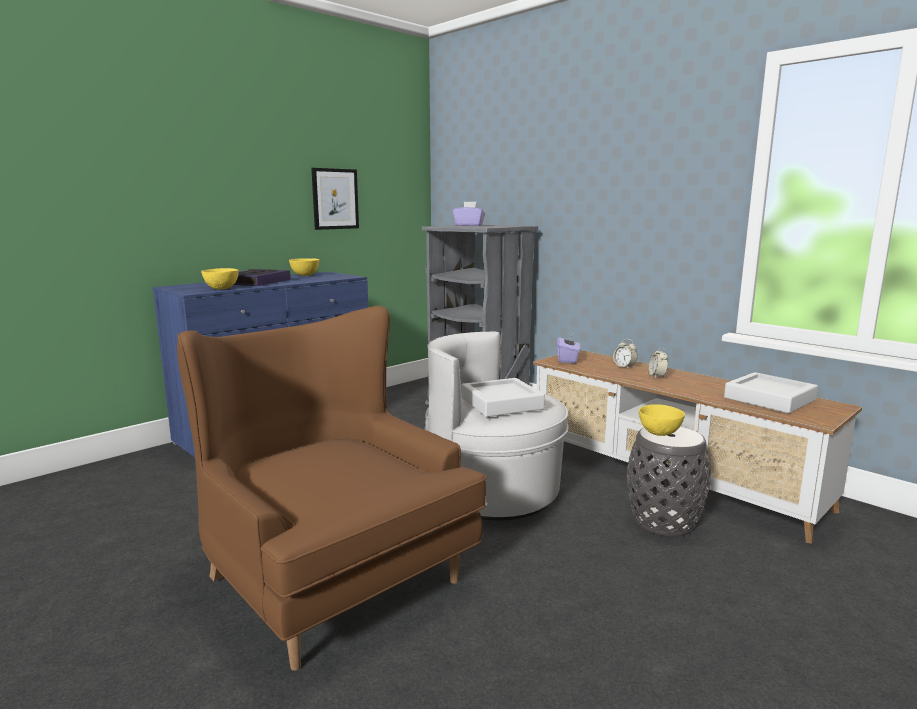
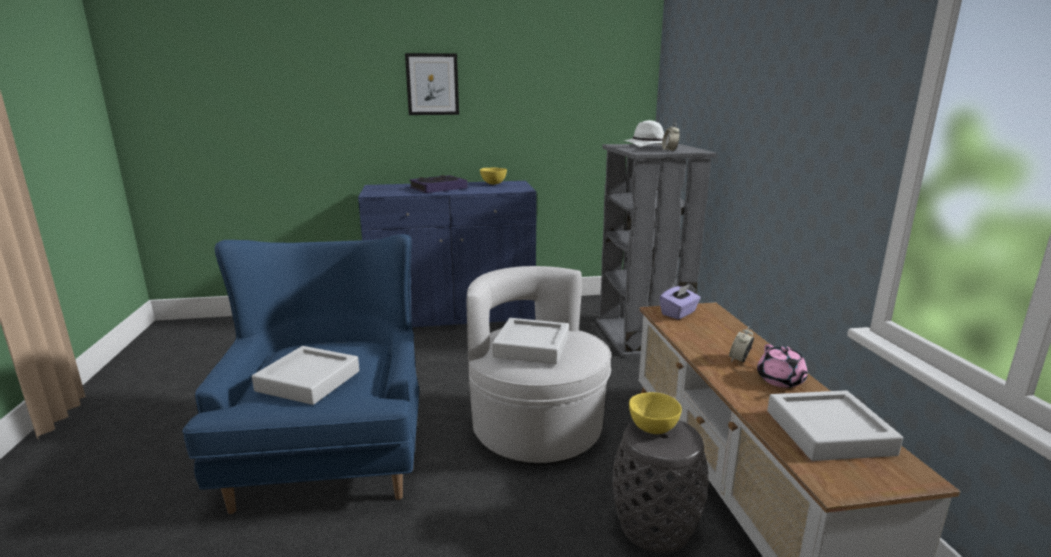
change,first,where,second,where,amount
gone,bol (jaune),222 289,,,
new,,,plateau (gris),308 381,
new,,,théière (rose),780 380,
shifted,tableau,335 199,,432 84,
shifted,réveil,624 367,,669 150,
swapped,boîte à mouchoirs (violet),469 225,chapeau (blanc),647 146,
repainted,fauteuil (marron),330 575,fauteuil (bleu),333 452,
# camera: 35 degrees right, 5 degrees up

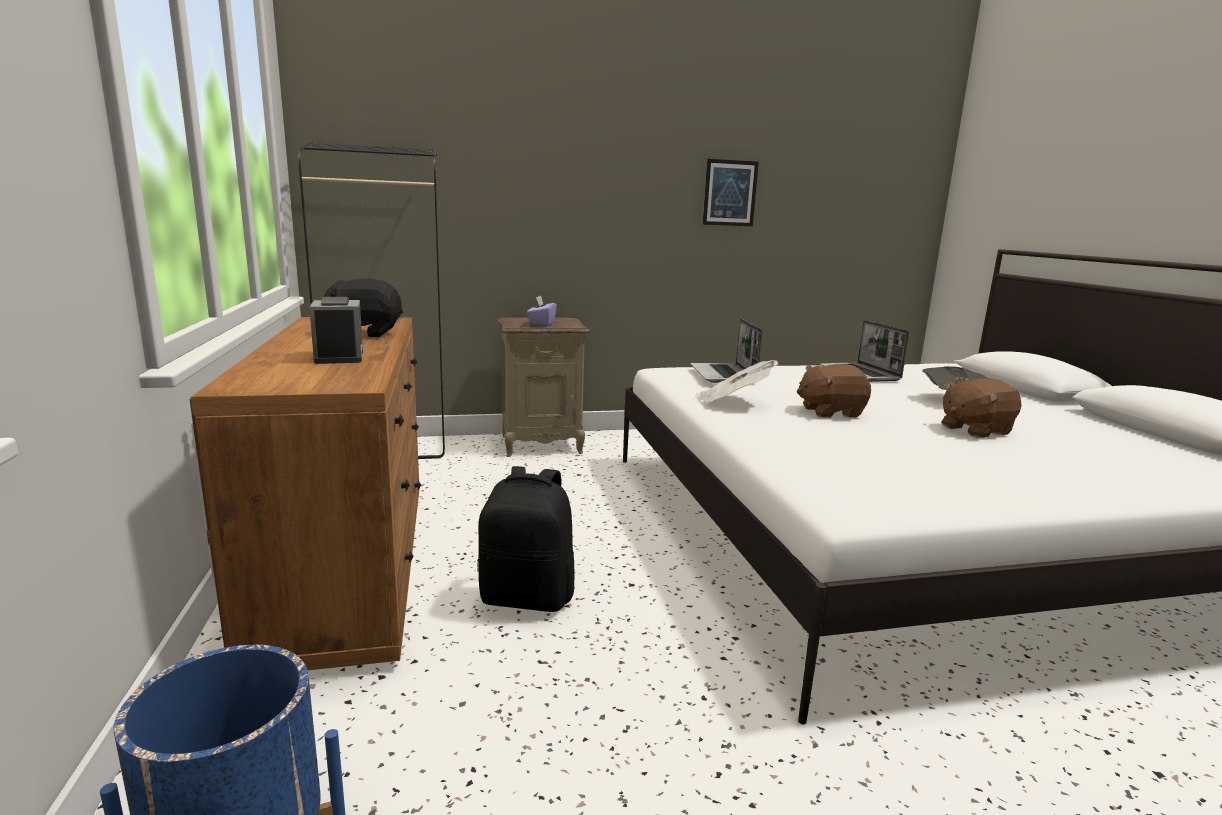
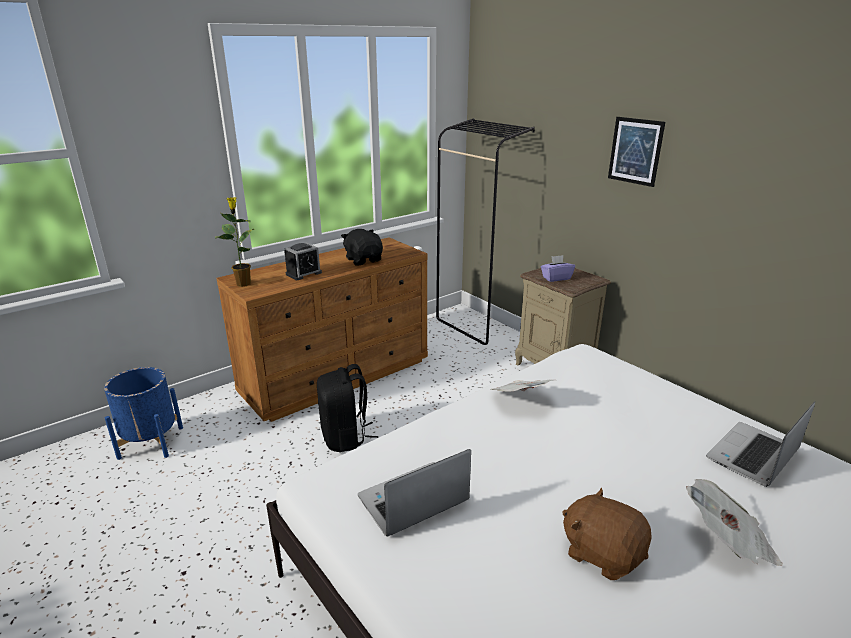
change,first,where,second,where,amount
gone,peluche (marron),830 412,,,
new,,,plante en pot,243 283,
shifted,ordinateur portable,723 375,,412 501,
shifted,tableau,730 193,,635 151,
# camera: 65 degrees right, 10 degrees up

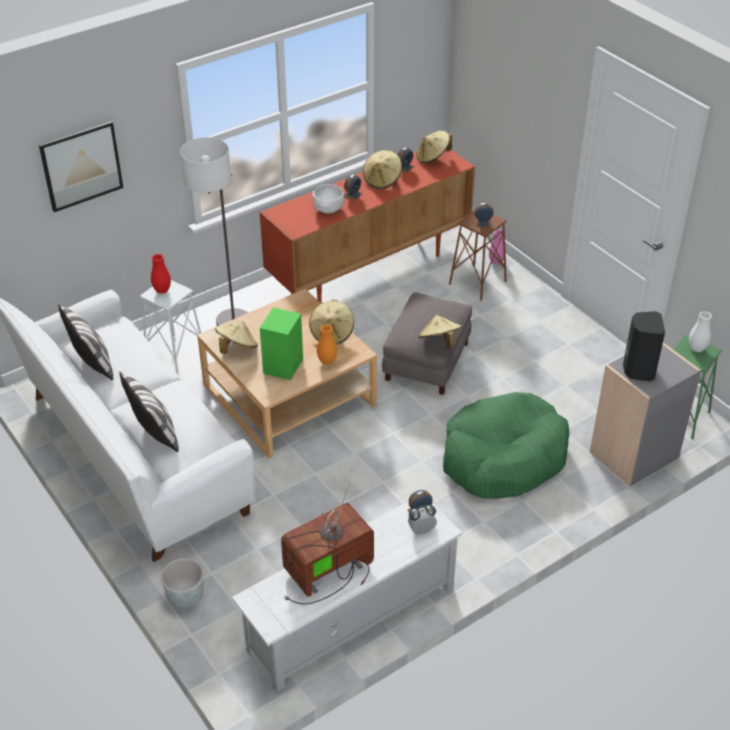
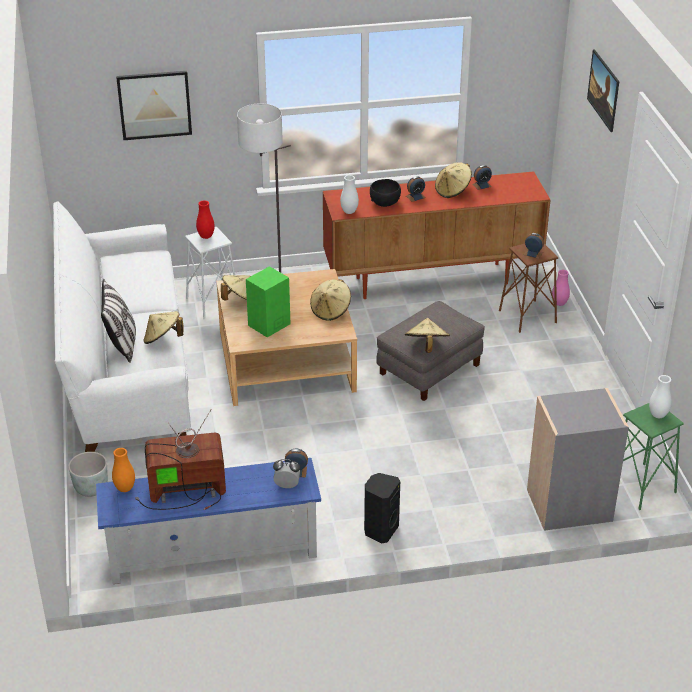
change,first,where,second,where,amount
gone,coussin,92 364,,,
gone,panier pour chien (vert),503 458,,,
new,,,vase (blanc),349 212,
new,,,tableau,602 102,
shifted,vase (orange),327 361,,125 488,
shifted,chapeau (beige),432 158,,163 339,
shifted,enceinte (noir),638 370,,380 530,
repainted,meuble télé (blanc),350 617,meuble télé (bleu),212 549,
repainted,bol (blanc),328 208,bol (noir),385 202,
# camera: 25 degrees right, 5 degrees down

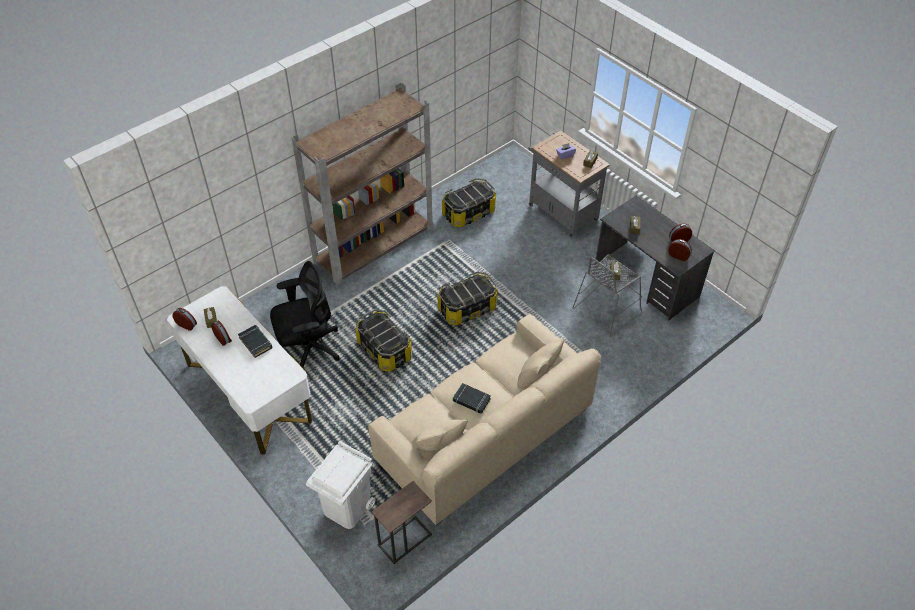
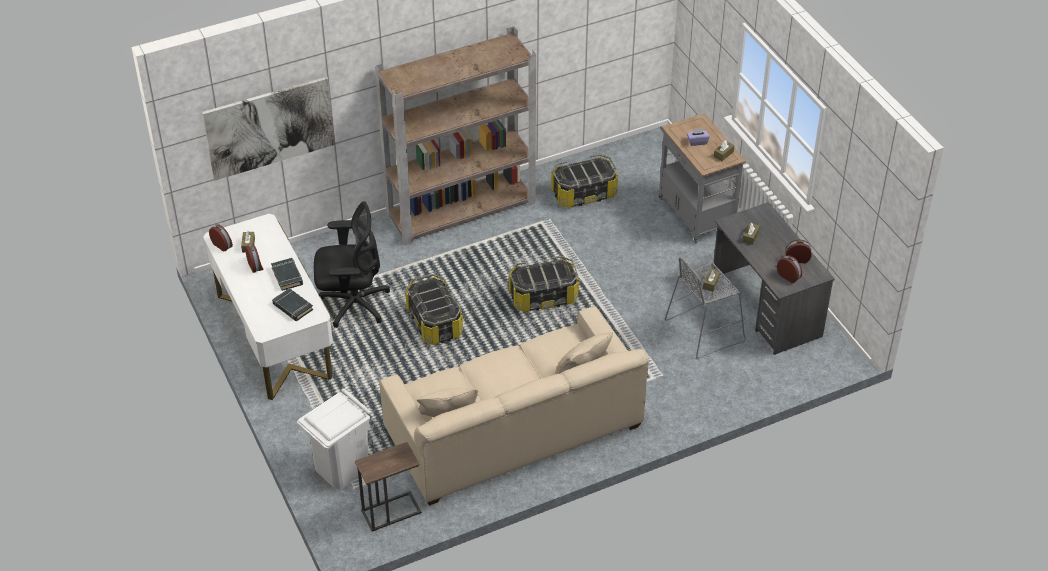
change,first,where,second,where,amount
new,,,tableau,269 127,
shifted,livre (noir),471 400,,292 307,
# camera: 15 degrees right, 5 degrees down

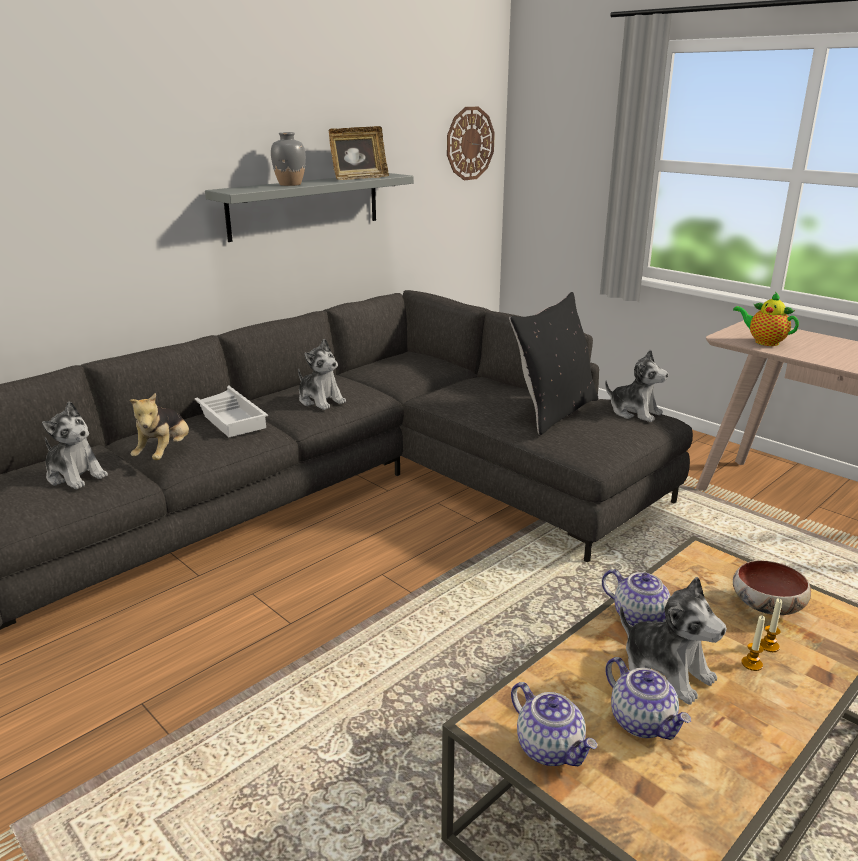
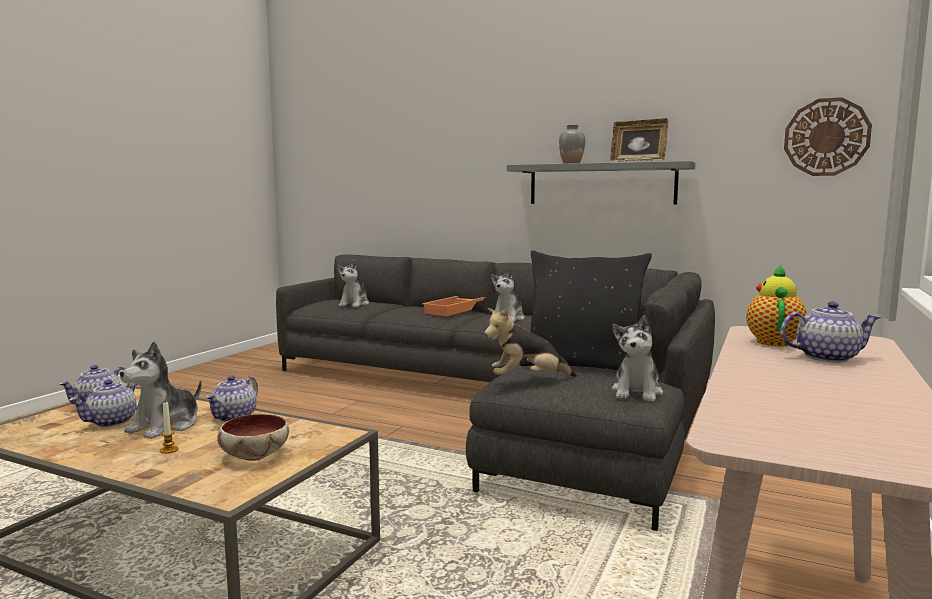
change,first,where,second,where,amount
gone,bougie,769 646,,,
new,,,théière,827 357,
shifted,peluche,165 453,,527 380,
repainted,plateau (blanc),229 416,plateau (orange),456 309,
# camera: 70 degrees right, 15 degrees down

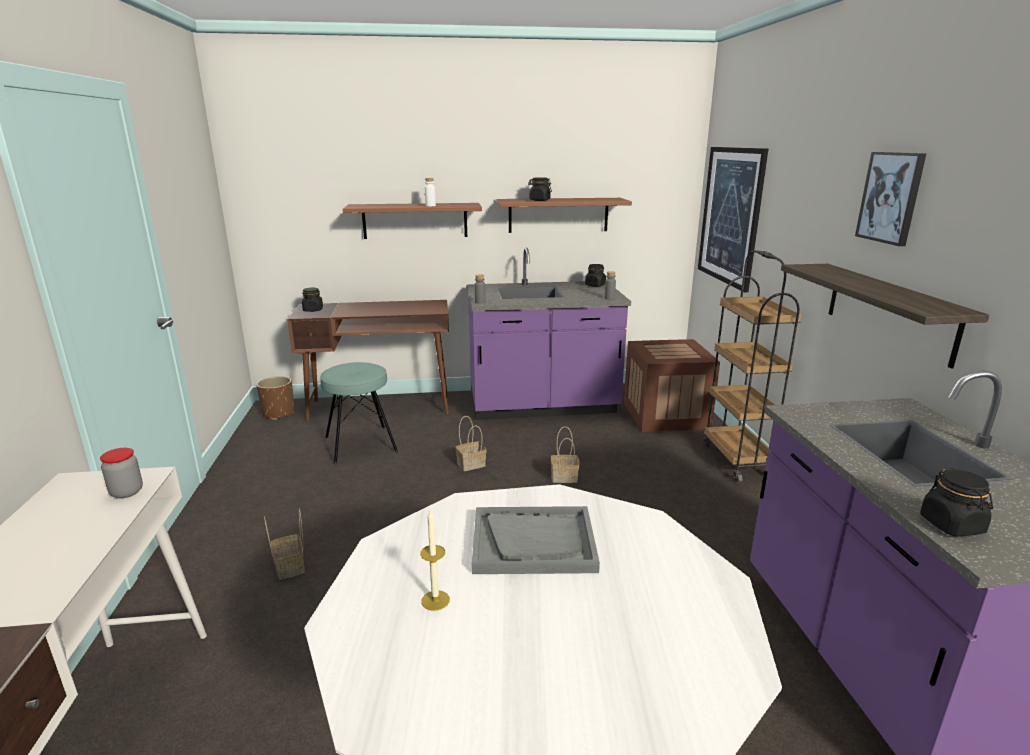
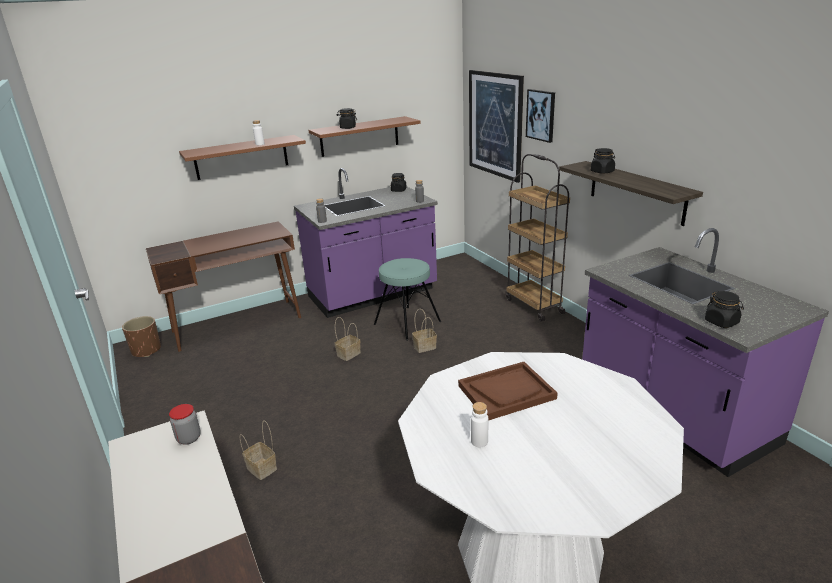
change,first,where,second,where,amount
gone,caisse,665 415,,,
shifted,bocal (noir),313 310,,602 172,
shifted,tabouret (turquoise),360 444,,407 323,
shifted,tableau,891 197,,541 115,
swapped,bougie,435 600,bouteille (blanc),479 441,
repainted,plateau (gris),533 542,plateau (marron),506 392,
# camera: 20 degrees left, 5 degrees up

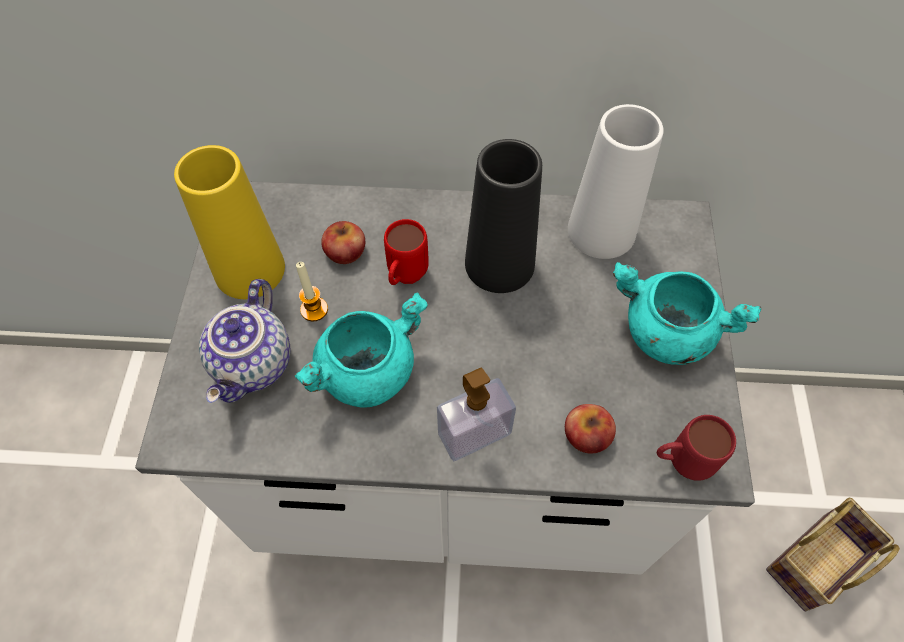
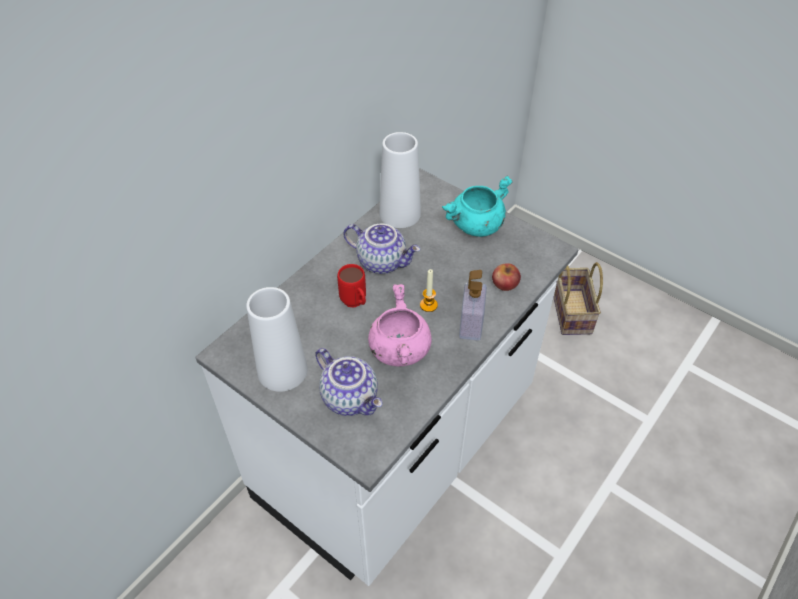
change,first,where,second,where,amount
gone,pomme,345 251,,,
gone,mug (rouge),680 463,,,
shifted,bougie,314 309,,428 305,
swapped,vase (noir),499 264,théière,382 261,
repainted,vase (jaune),249 269,vase (blanc),282 370,
repainted,marmite (turquoise),367 370,marmite (rose),398 349,
# camera: 55 degrees left, 10 degrees down

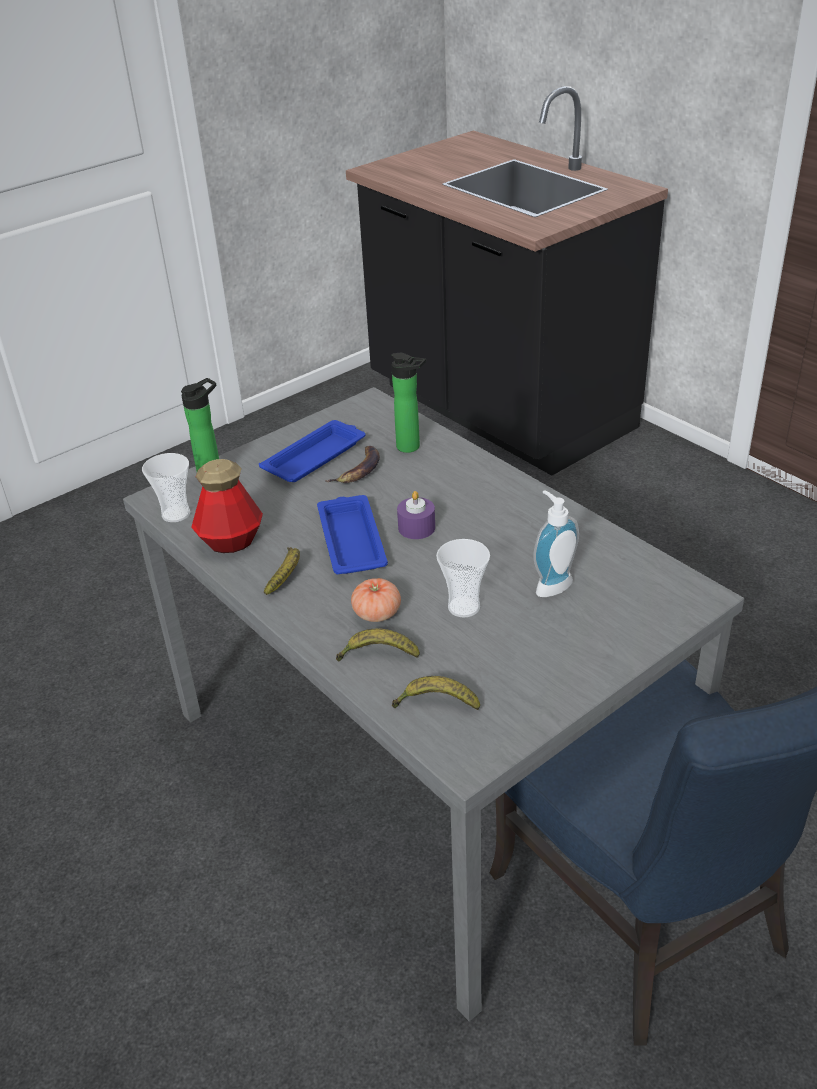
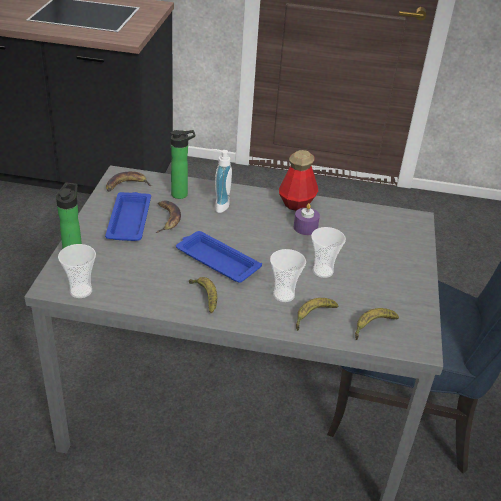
change,first,where,second,where,amount
new,,,banane,126 185,
shifted,bouteille,231 541,,296 203,
shifted,bougie (violet),416 528,,305 227,
shifted,distributeur de savon,550 584,,219 205,
swapped,tomate,377 613,tasse,283 295,
# camera: 45 degrees left, 0 degrees up

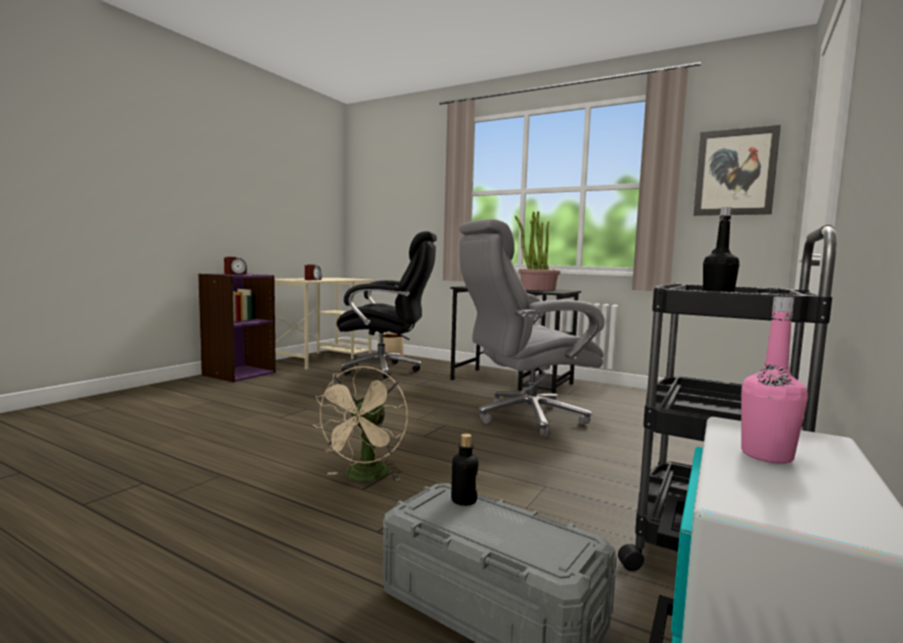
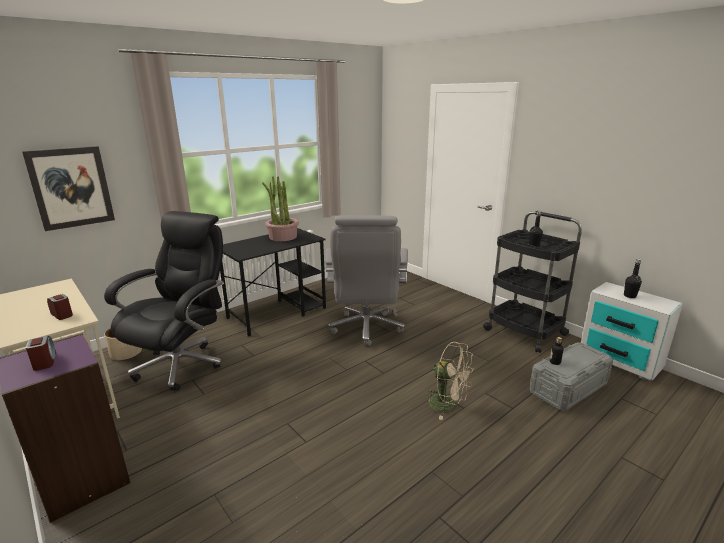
change,first,where,second,where,amount
shifted,tableau,735 172,,71 188,
repainted,bouteille (rose),766 455,bouteille (noir),629 296,
# camera: 70 degrees left, 15 degrees up

